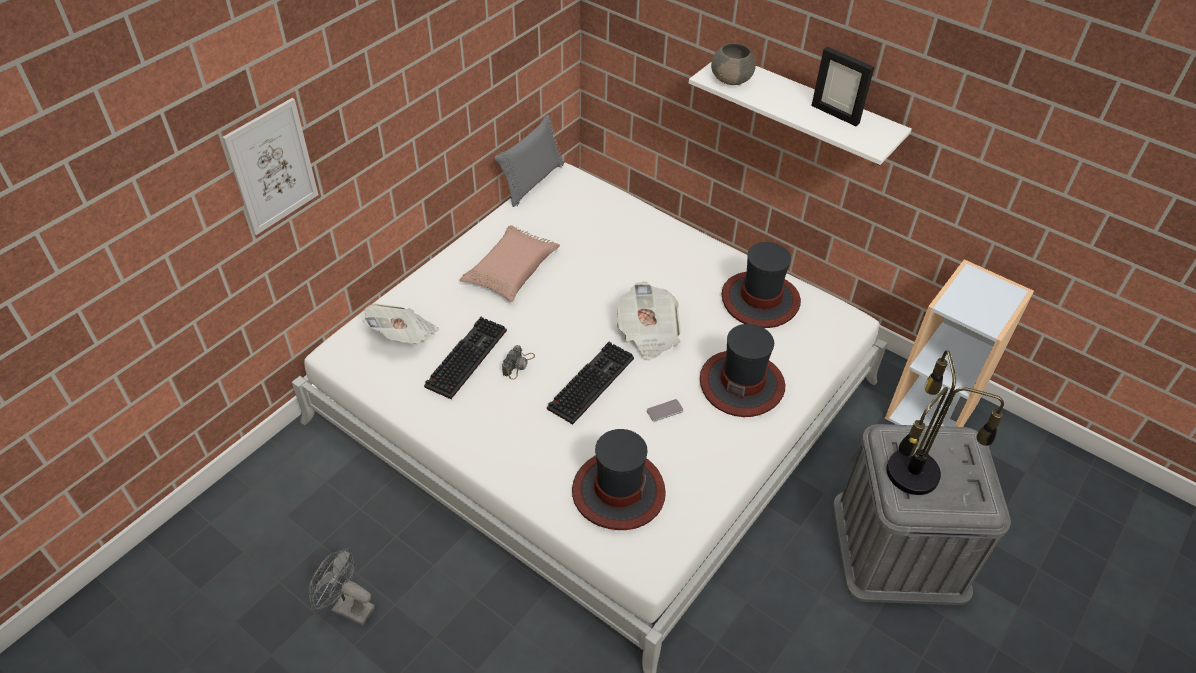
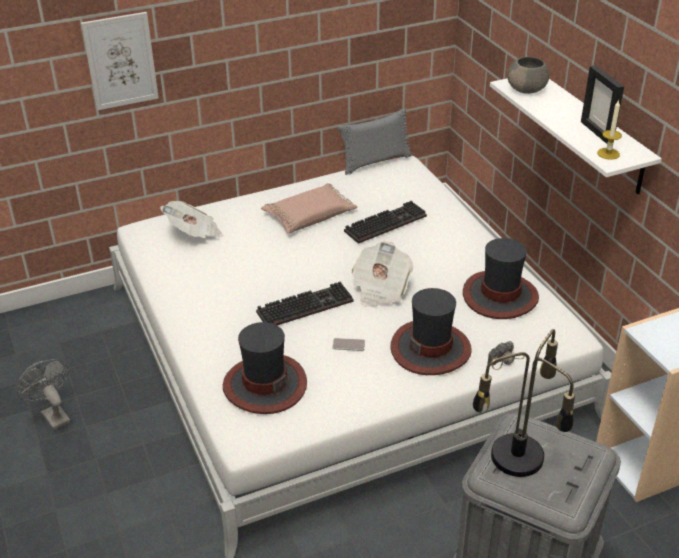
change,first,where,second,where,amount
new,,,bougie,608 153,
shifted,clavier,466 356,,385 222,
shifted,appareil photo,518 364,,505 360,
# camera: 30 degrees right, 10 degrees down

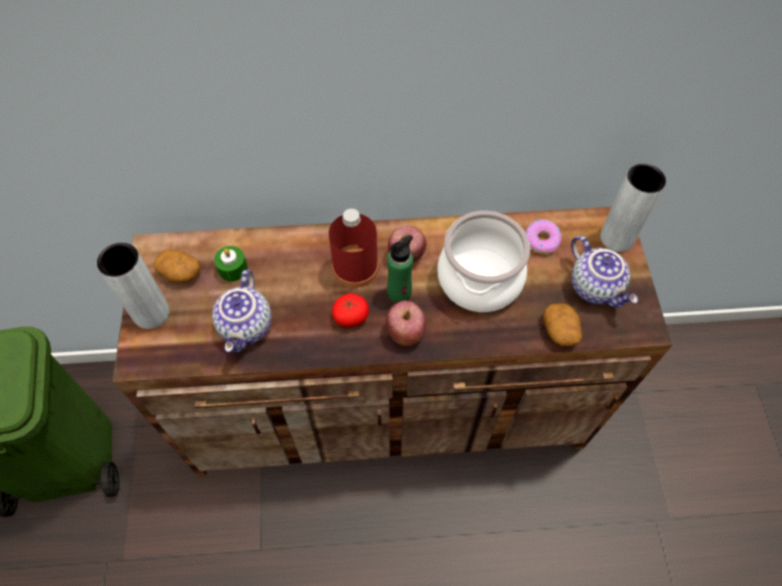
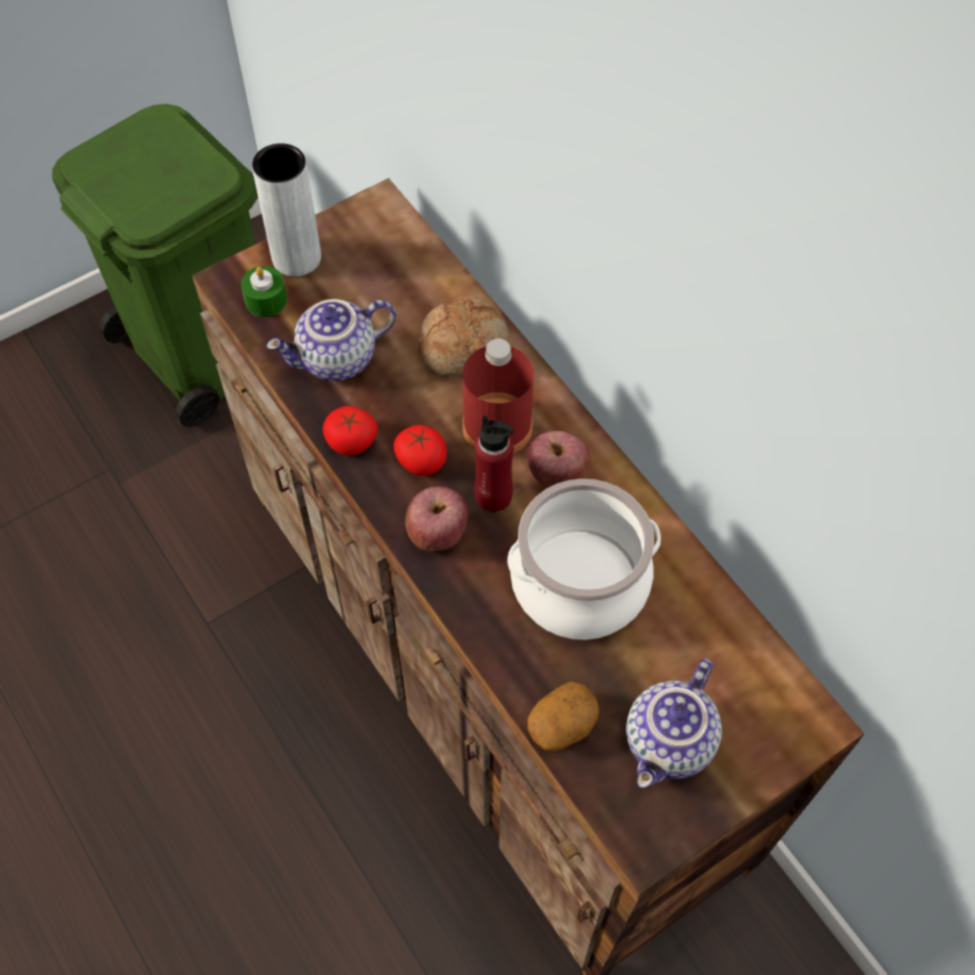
change,first,where,second,where,amount
gone,pomme de terre,180 273,,,
gone,beignet,542 240,,,
gone,vase (gris),617 238,,,
new,,,tomate,351 440,
new,,,pain,464 345,
shifted,bougie (vert),233 269,,266 300,
repainted,bouteille (vert),399 292,bouteille (rouge),493 496,
# camera: 60 degrees right, 0 degrees up

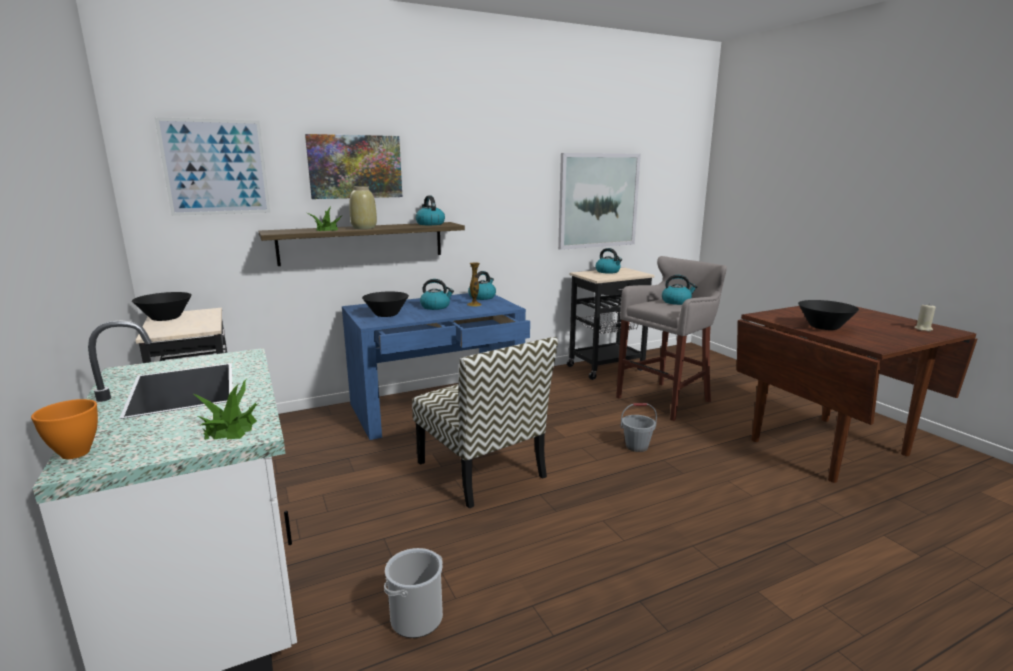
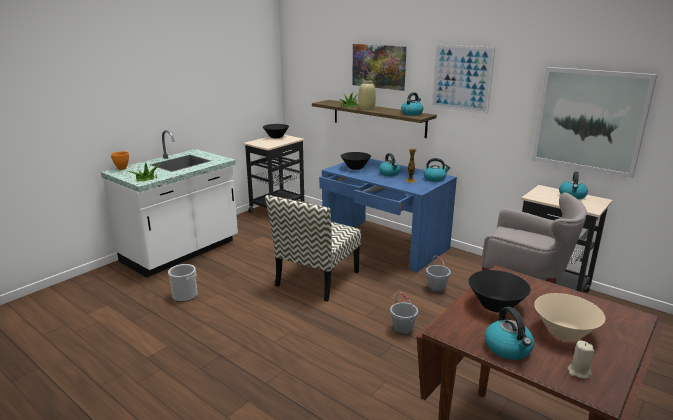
change,first,where,second,where,amount
new,,,seau (gris),436 288,
new,,,bol (beige),564 333,
shifted,tableau,215 167,,461 78,
shifted,bouilloire,676 302,,508 348,
# camera: 65 degrees right, 5 degrees up

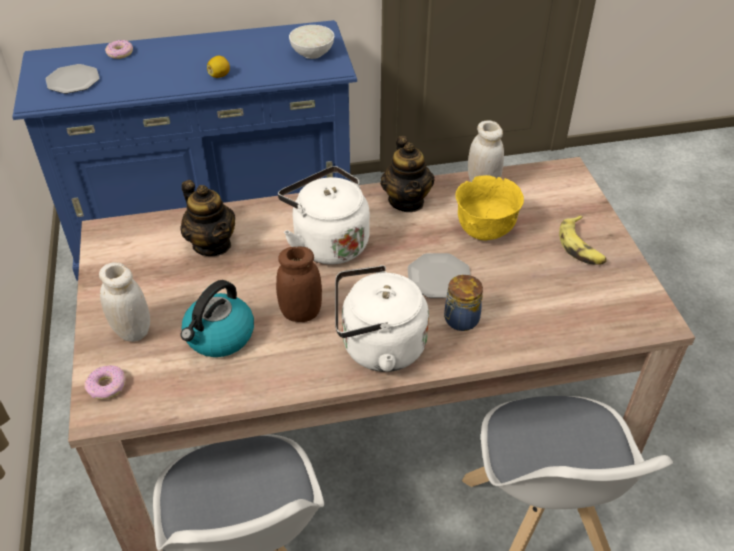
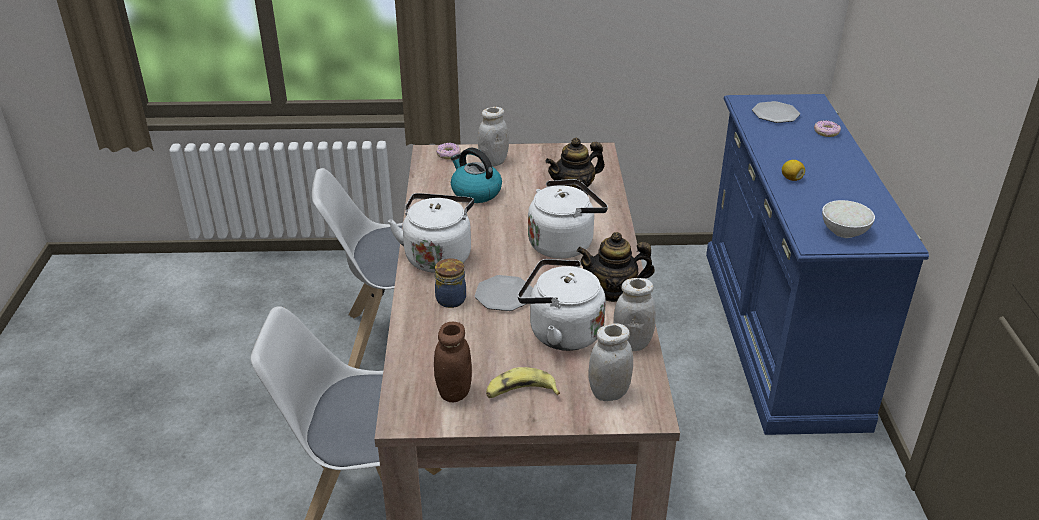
change,first,where,second,where,amount
new,,,bocal (blanc),609 393,
shifted,bocal (marron),301 313,,454 392,
swapped,bol (jaune),485 230,bouilloire (blanc),560 332,
# camera: 100 degrees right, 10 degrees down

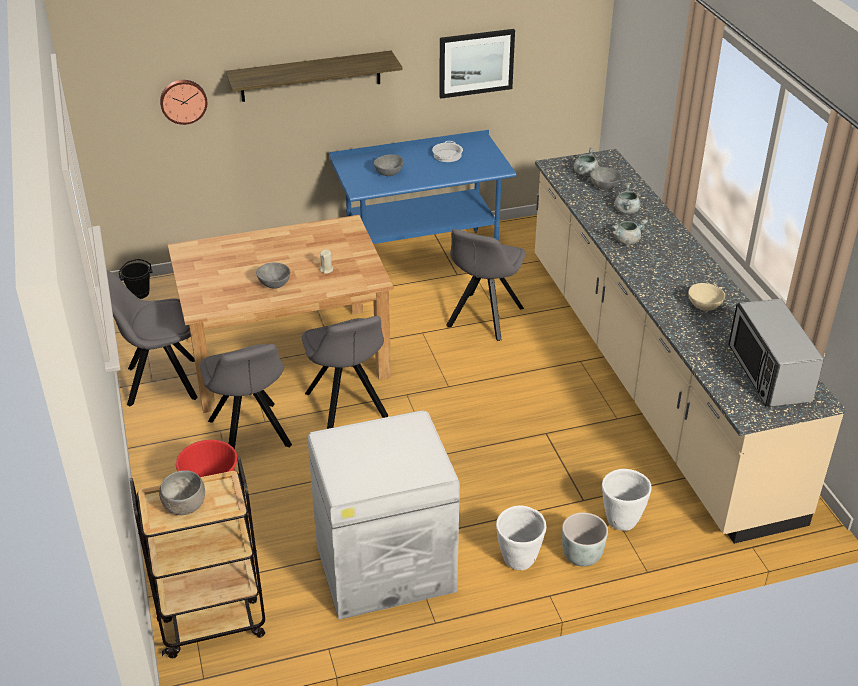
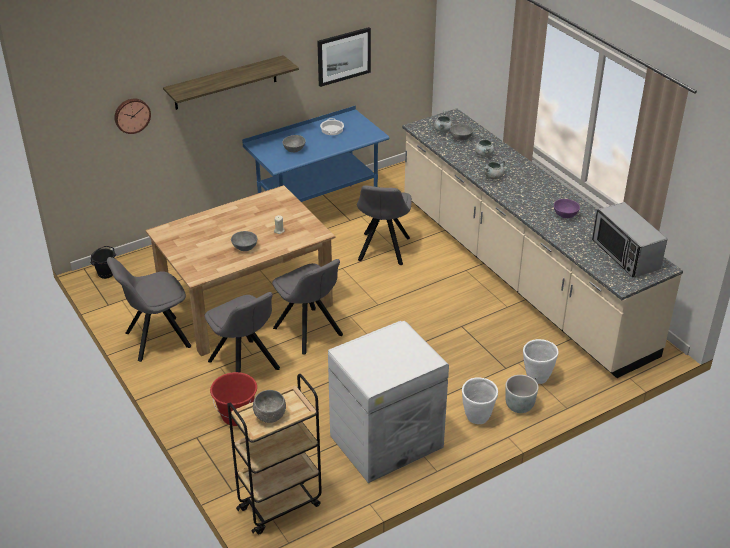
change,first,where,second,where,amount
repainted,bol (beige),703 306,bol (violet),564 215,
# camera: 15 degrees left, 0 degrees up

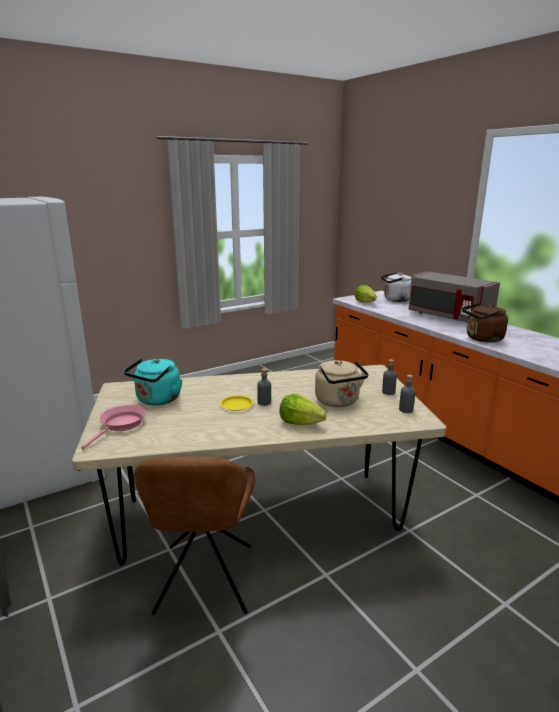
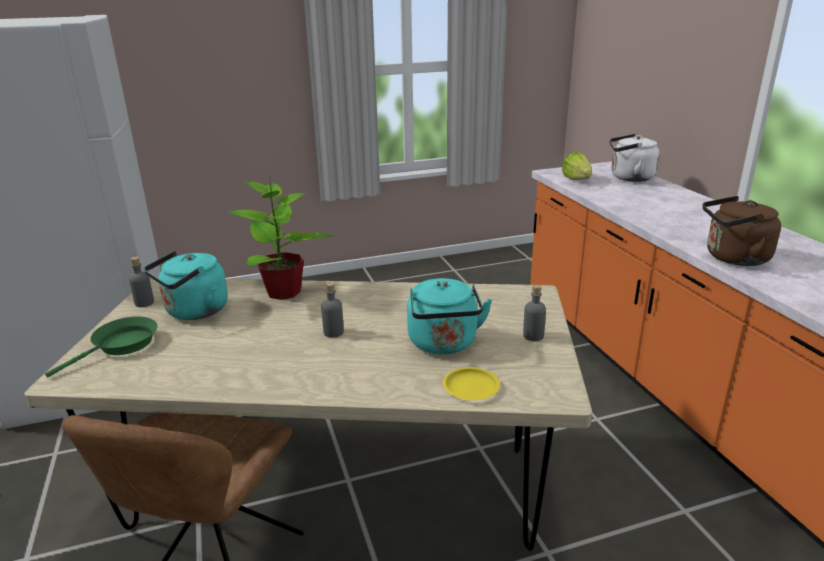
change,first,where,second,where,amount
gone,laitue,300 423,,,
gone,micro-ondes (gris),447 317,,,
new,,,plante en pot,284 292,
shifted,assiette (jaune),236 405,,471 387,
shifted,bouteille (gris),406 410,,144 303,
repainted,poêle (rose),121 425,poêle (vert),121 346,
repainted,bouilloire (beige),339 402,bouilloire (turquoise),444 344,
# camera: 15 degrees right, 5 degrees up

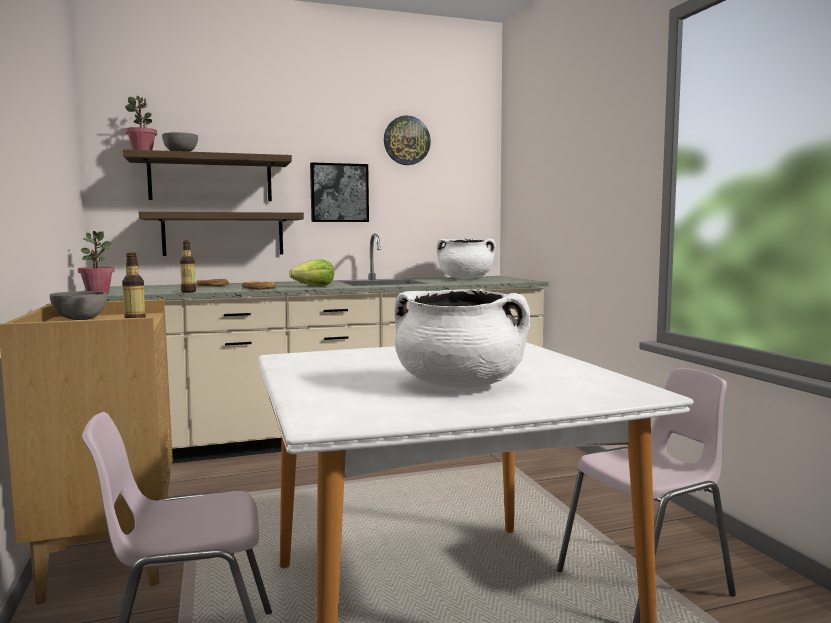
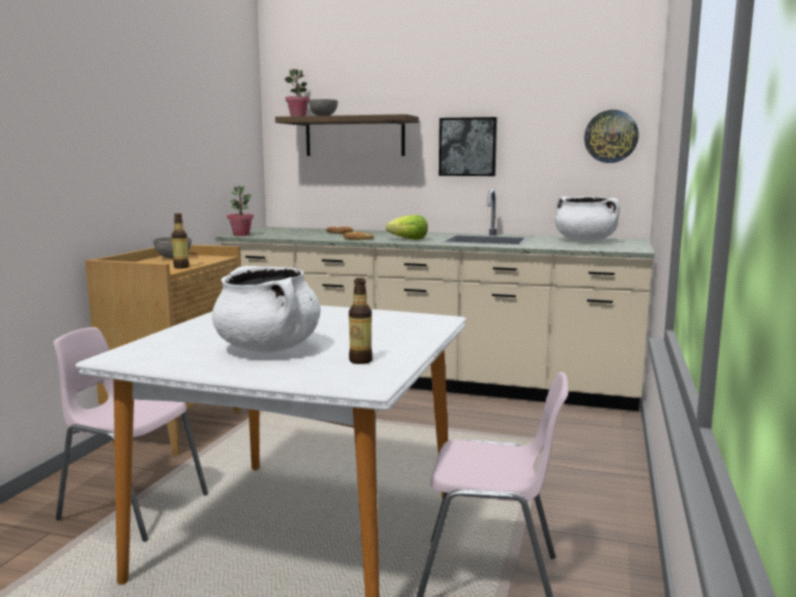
change,first,where,second,where,amount
gone,étagère,223 234,,,
shifted,bouteille,188 291,,360 361,
shifted,horloge murale,406 140,,611 136,
# camera: 35 degrees right, 5 degrees up

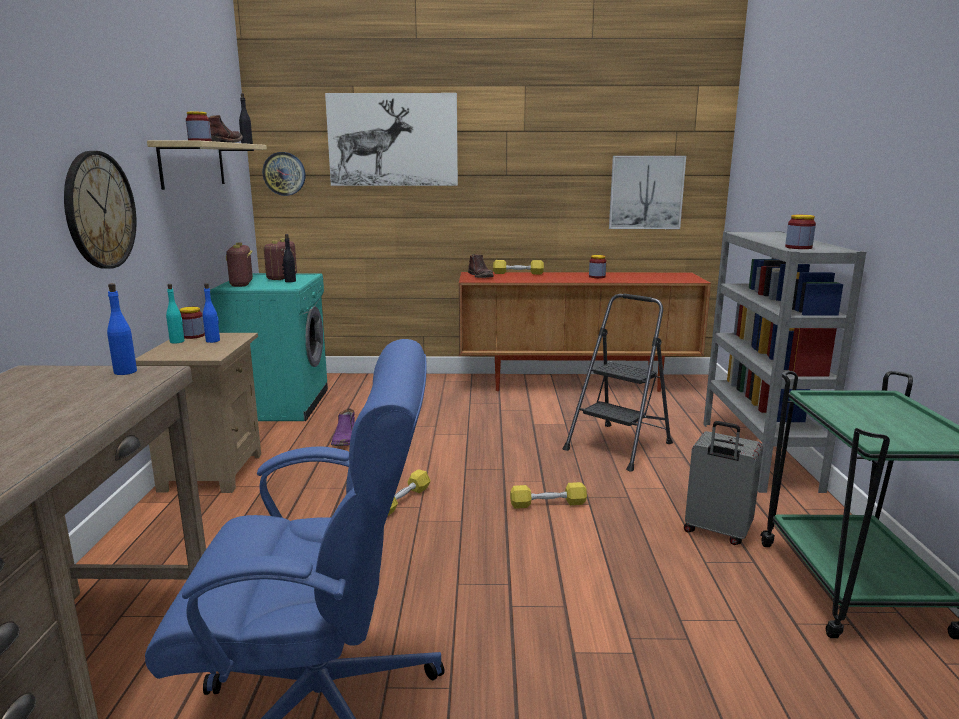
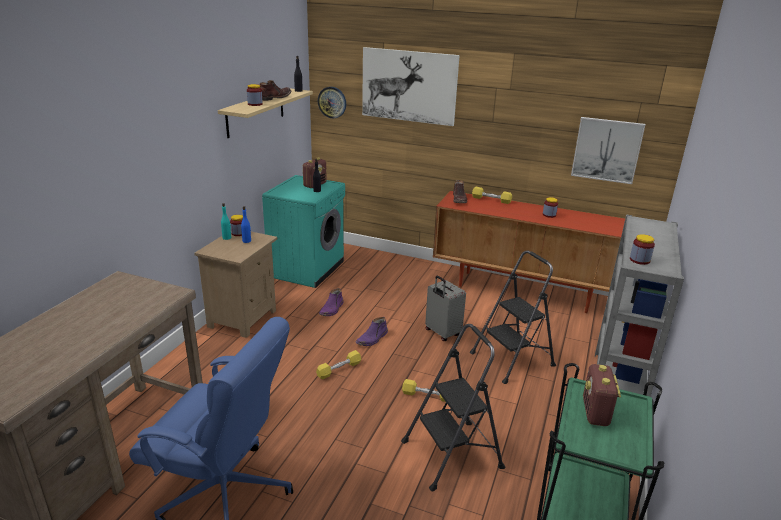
change,first,where,second,where,amount
gone,horloge murale,100 210,,,
gone,bouteille (bleu),125 372,,,
new,,,botte (violet),372 339,
new,,,escabeau (noir),455 453,
shifted,radio,242 284,,595 413,
shifted,valise (gris),716 532,,442 333,
# camera: 20 degrees right, 10 degrees up

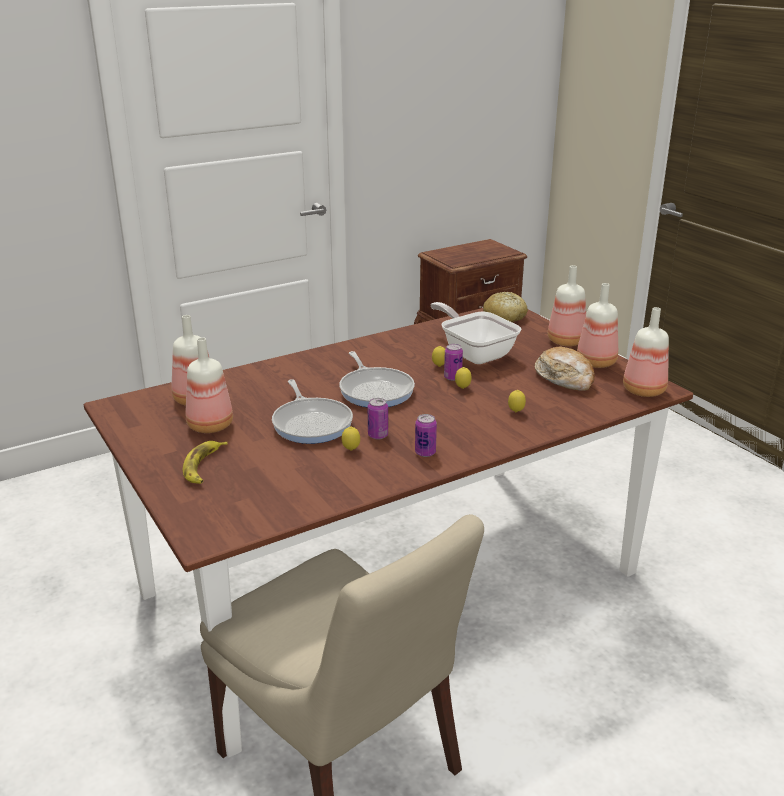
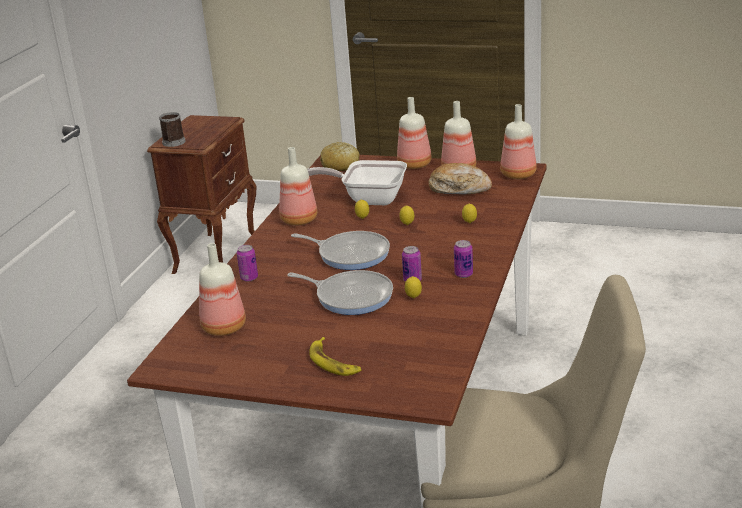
change,first,where,second,where,amount
new,,,mug,173 143,
shifted,bouteille,209 426,,298 220,
shifted,boîte métallique,452 377,,249 278,
# camera: 40 degrees left, 0 degrees up

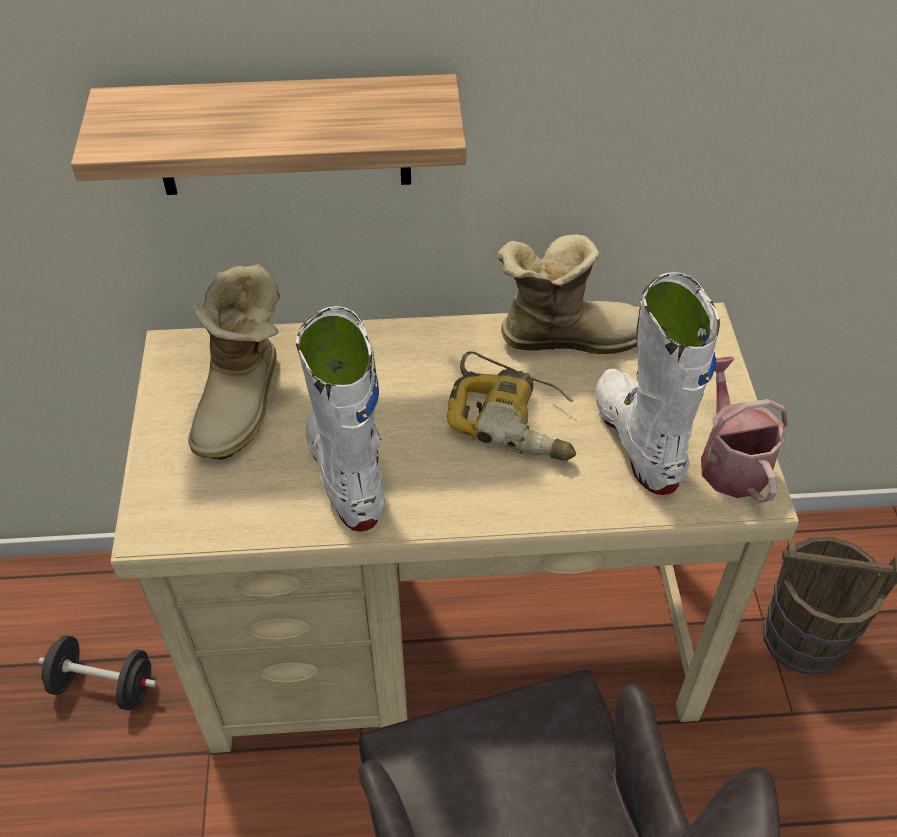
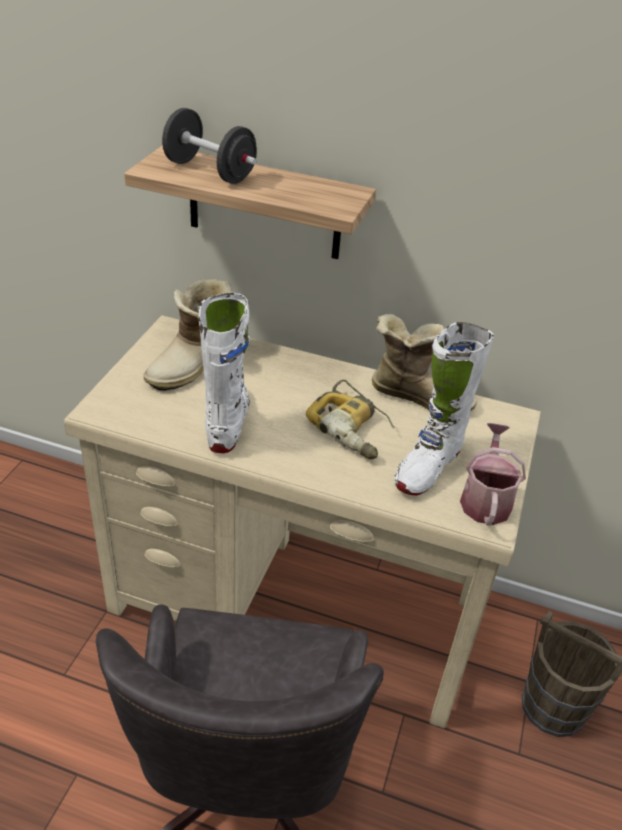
change,first,where,second,where,amount
shifted,haltère (noir),104 685,,209 171,
rotated,botte (blanc),638 440,,428 467,150 degrees counterclockwise
# camera: 20 degrees right, 10 degrees down

